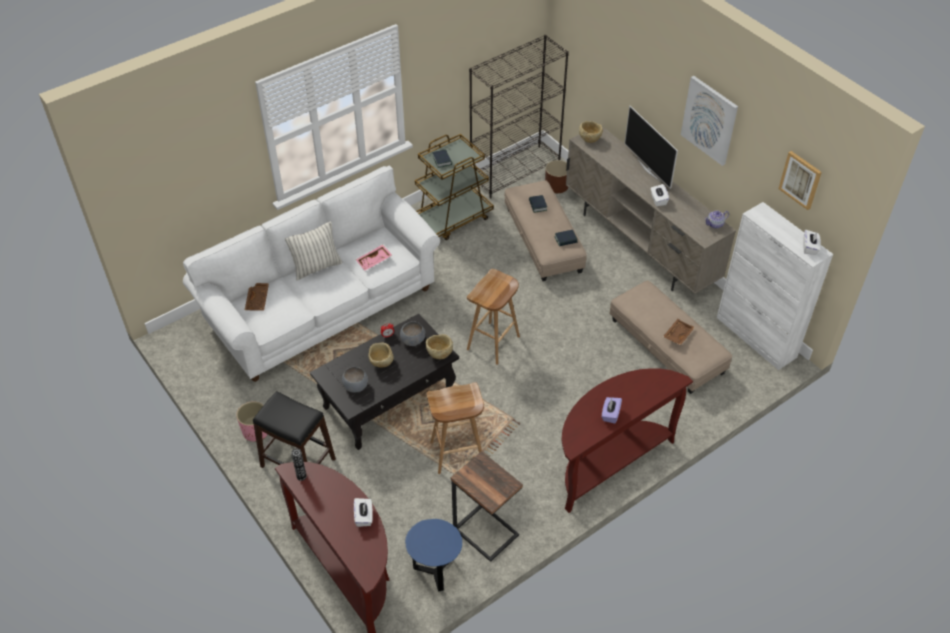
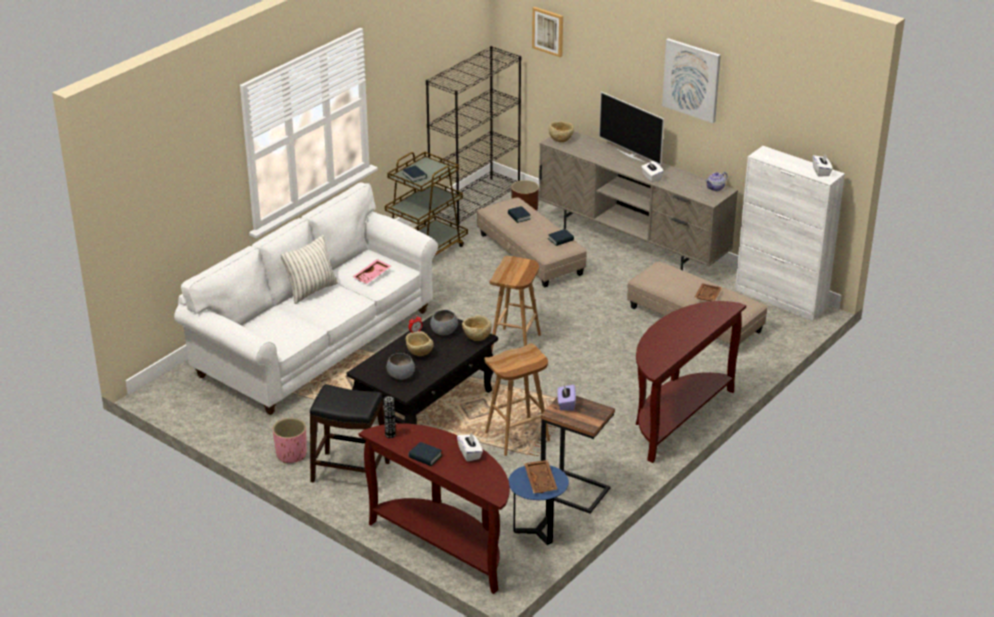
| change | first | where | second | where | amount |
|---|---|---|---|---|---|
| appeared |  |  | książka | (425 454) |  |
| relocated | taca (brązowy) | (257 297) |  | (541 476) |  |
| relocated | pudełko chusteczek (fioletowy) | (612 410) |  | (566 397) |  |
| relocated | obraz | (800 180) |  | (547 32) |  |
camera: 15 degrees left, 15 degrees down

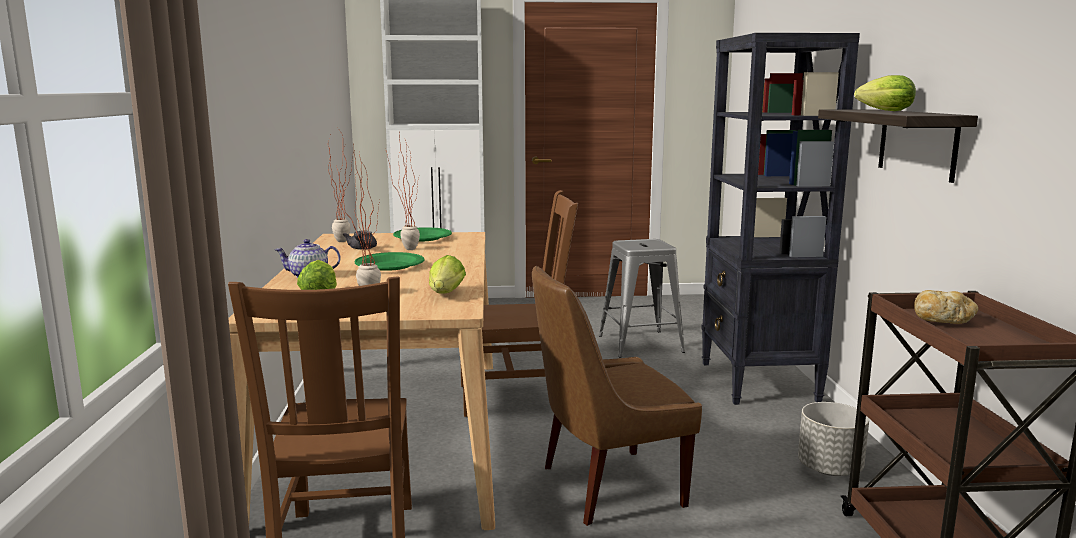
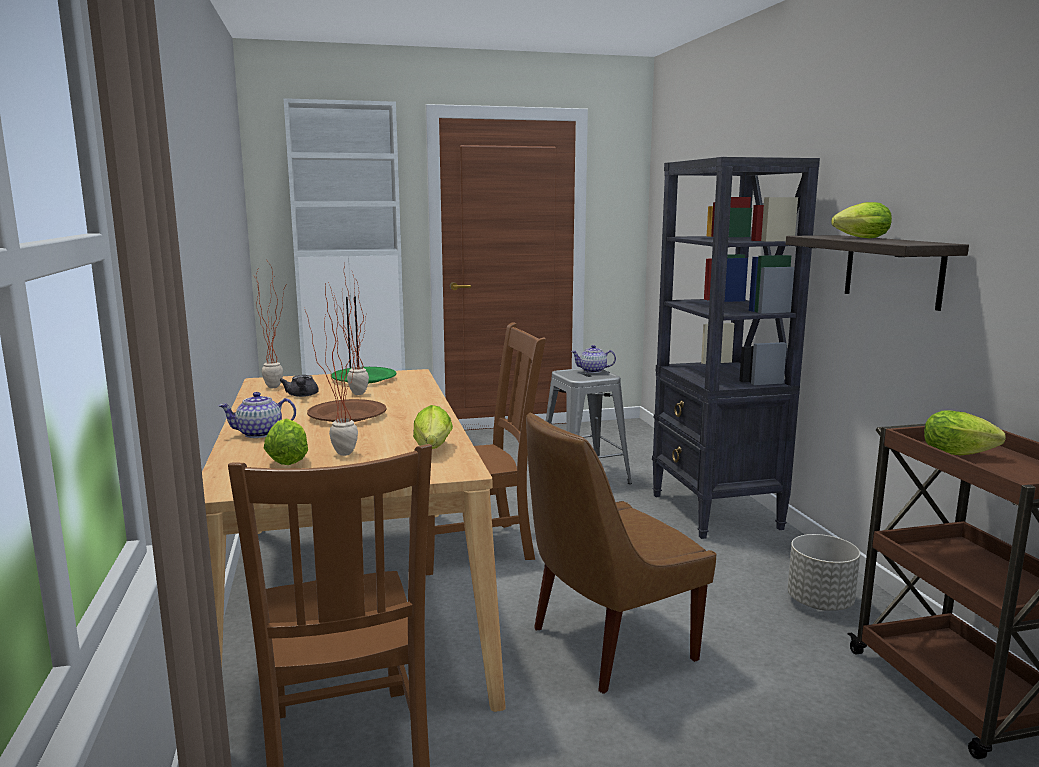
| change | first | where | second | where | amount |
|---|---|---|---|---|---|
| appeared |  |  | imbryk | (593 359) |  |
| exchanged | chleb | (946 307) | sałata | (965 432) |  |
| colour | talerz (zielony) | (390 261) | talerz (brązowy) | (346 410) |  |
camera: 10 degrees left, 0 degrees up

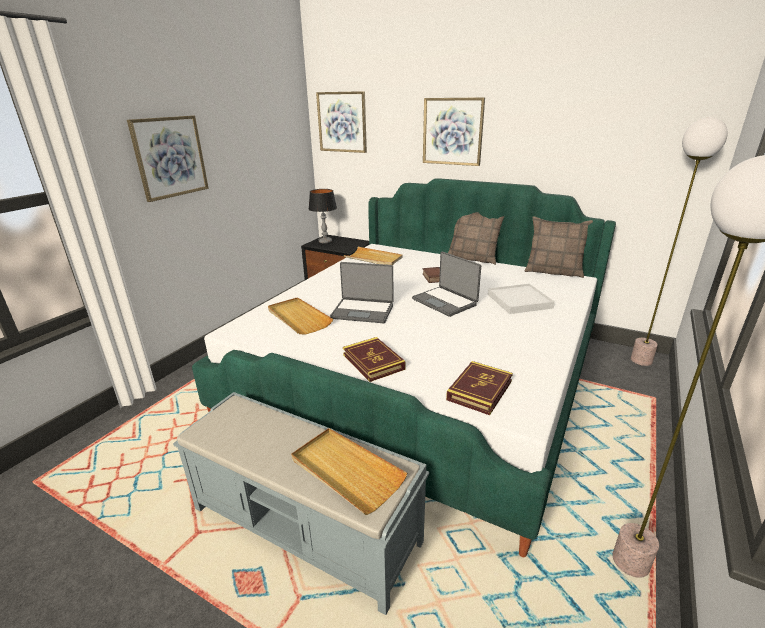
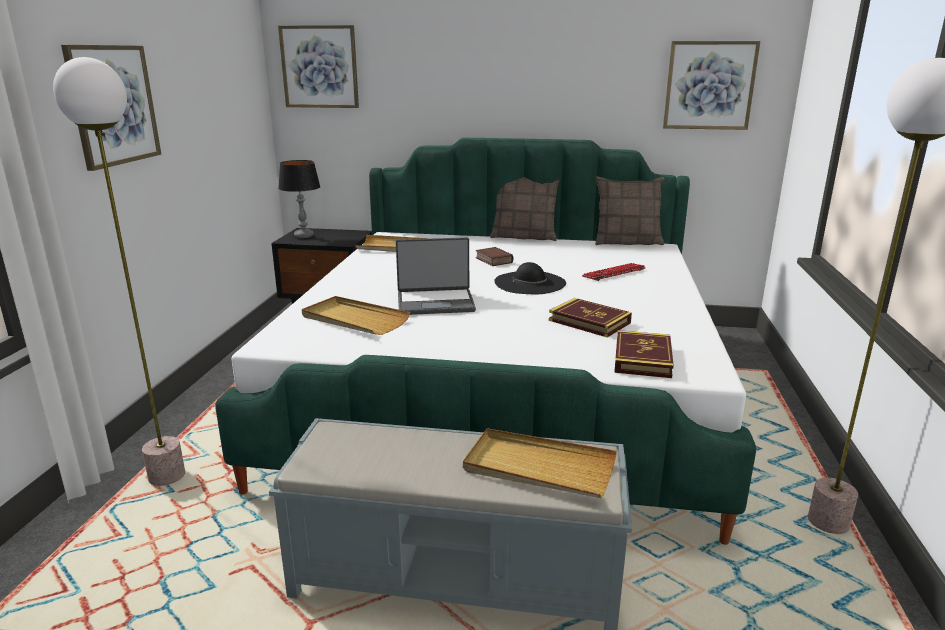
| change | first | where | second | where | amount |
|---|---|---|---|---|---|
| relocated | książka | (374 359) |  | (590 318) |  |
| relocated | obraz | (454 131) |  | (711 85) |  |
| relocated | lampa stojąca | (679 241) |  | (119 271) |  |
| exchanged | laptop | (446 284) | kapelusz (czarny) | (530 278) |  |
| exchanged | taca (biały) | (521 299) | klawiatura | (613 272) |  |
camera: 20 degrees left, 5 degrees down

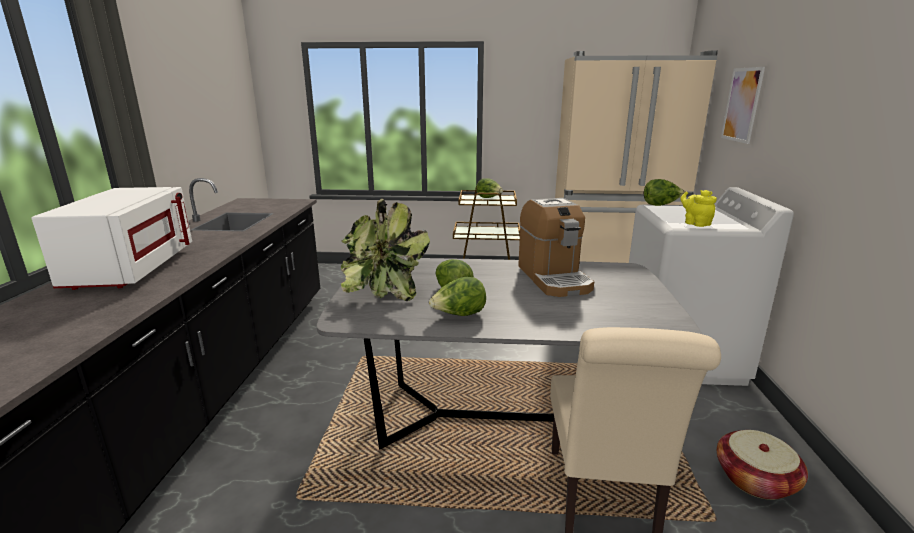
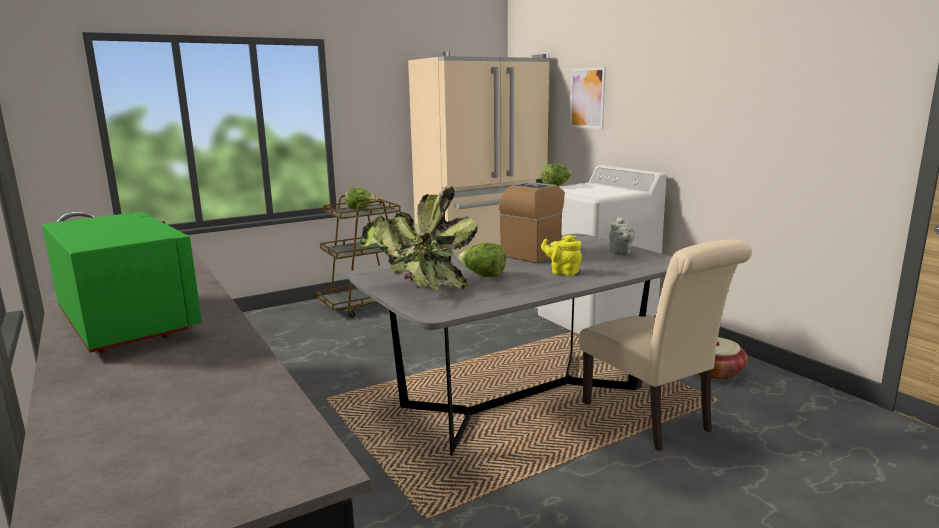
| change | first | where | second | where | amount |
|---|---|---|---|---|---|
| missing | sałata | (457 296) |  |  |  |
| appeared |  |  | imbryk (szary) | (622 236) |  |
| relocated | imbryk (żółty) | (698 208) |  | (561 255) |  |
| colour | mikrofalówka (biały) | (112 238) | mikrofalówka (zielony) | (122 283) |  |
| spun | ekspres do kawy | (556 247) |  | (531 222) | 90 degrees counterclockwise |
camera: 35 degrees left, 5 degrees down

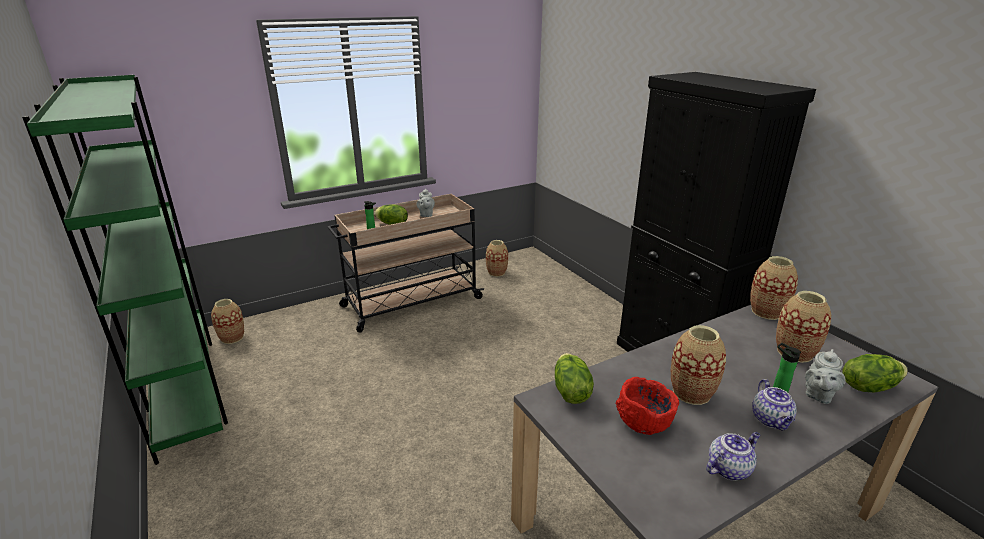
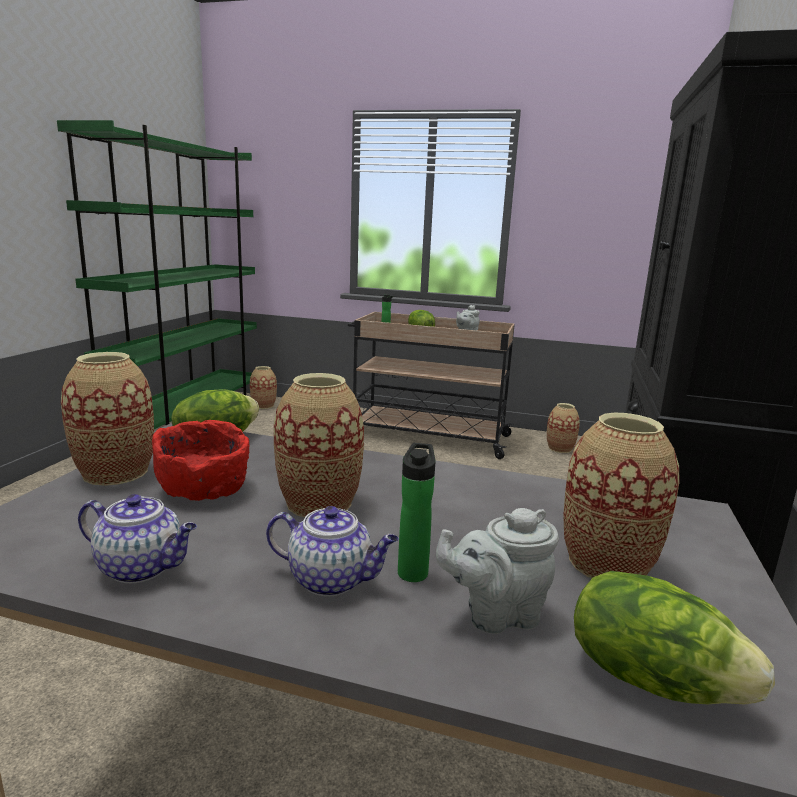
| change | first | where | second | where | amount |
|---|---|---|---|---|---|
| relocated | wazon | (774 288) |  | (107 419) |  |
| spun | imbryk | (774 404) |  | (332 551) | 120 degrees counterclockwise |
camera: 45 degrees right, 10 degrees down

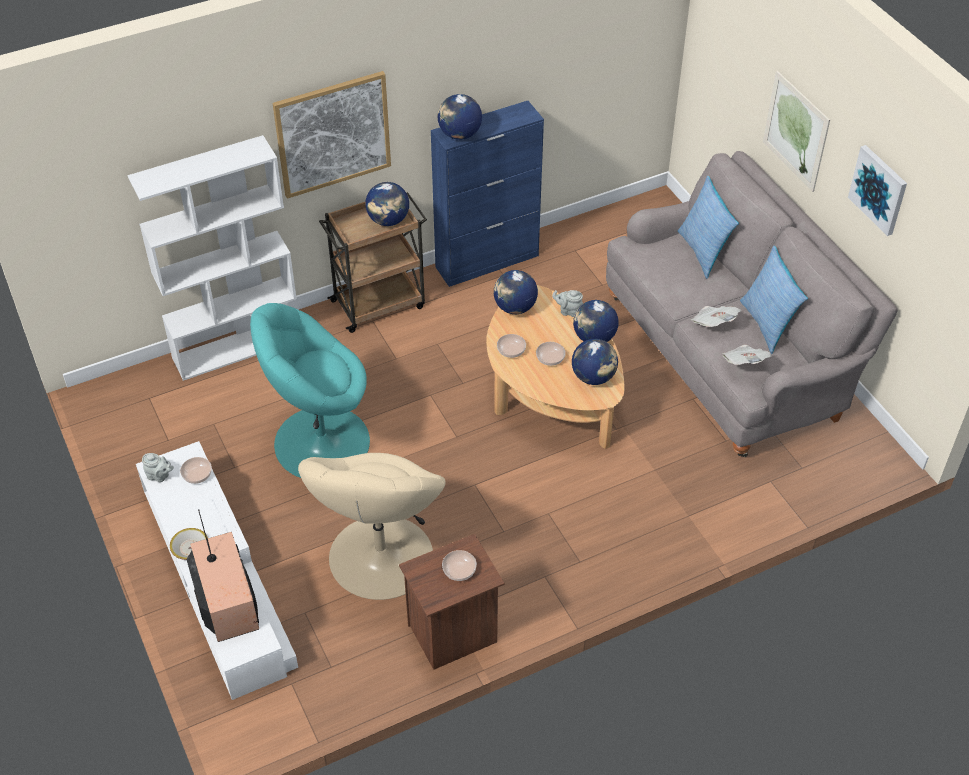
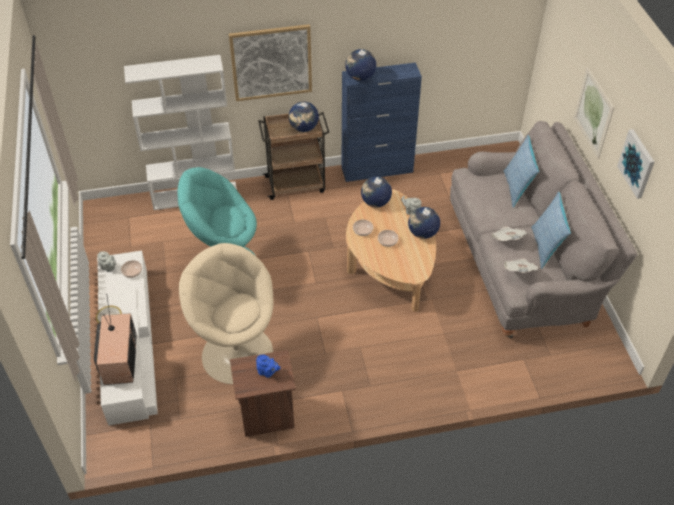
| change | first | where | second | where | amount |
|---|---|---|---|---|---|
| missing | globus | (595 362) |  |  |  |
| exchanged | miska | (459 565) | imbryk (niebieski) | (268 366) |  |
| spun | fotel (beżowy) | (372 526) |  | (226 313) | 105 degrees clockwise |
camera: 15 degrees right, 0 degrees up

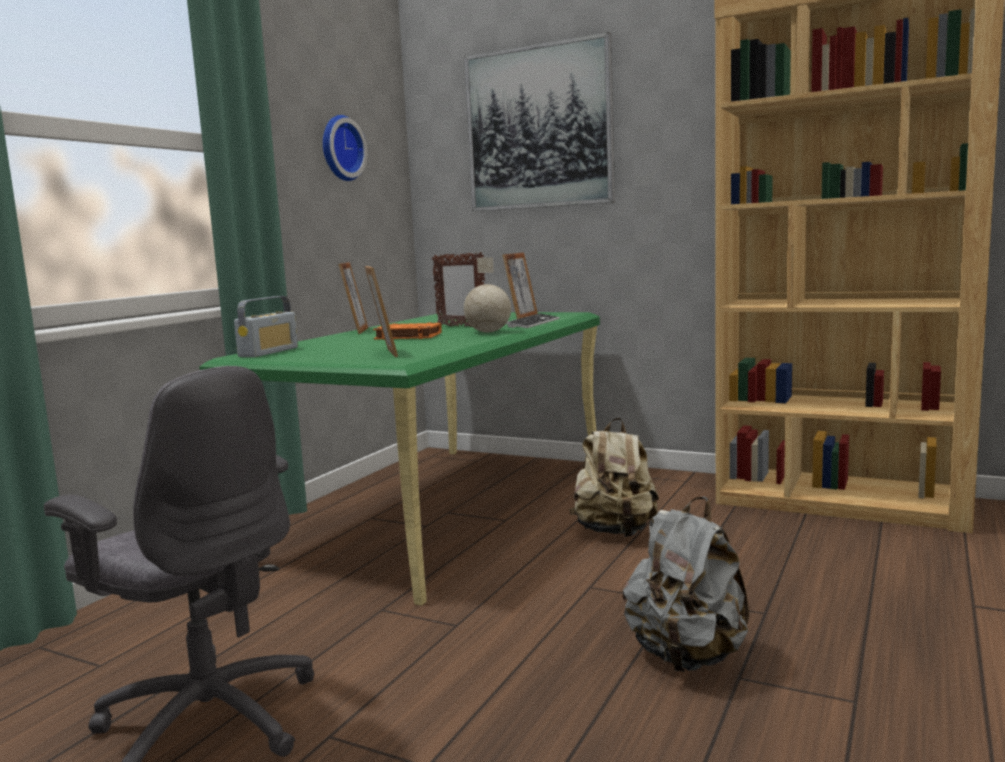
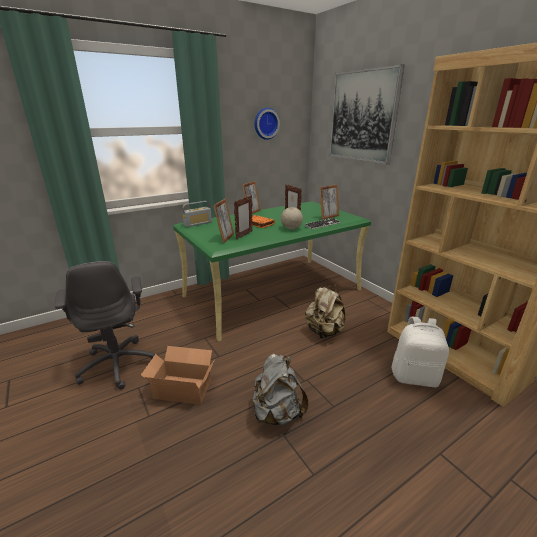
| change | first | where | second | where | amount |
|---|---|---|---|---|---|
| appeared |  |  | karton | (177 375) |  |
| appeared |  |  | ramka na zdjęcie | (243 217) |  |
| appeared |  |  | plecak (biały) | (420 352) |  |
camera: 30 degrees right, 15 degrees up

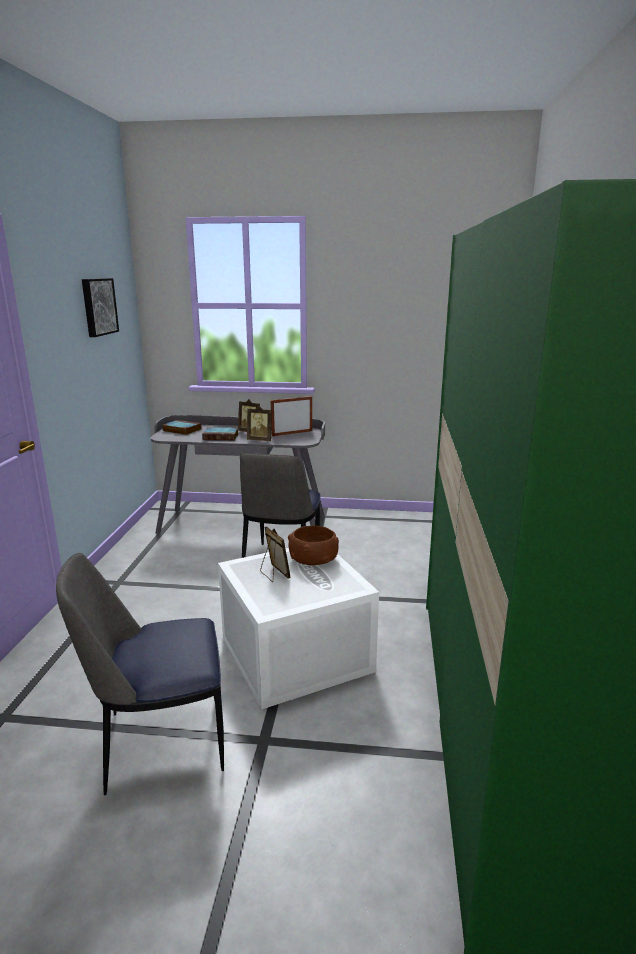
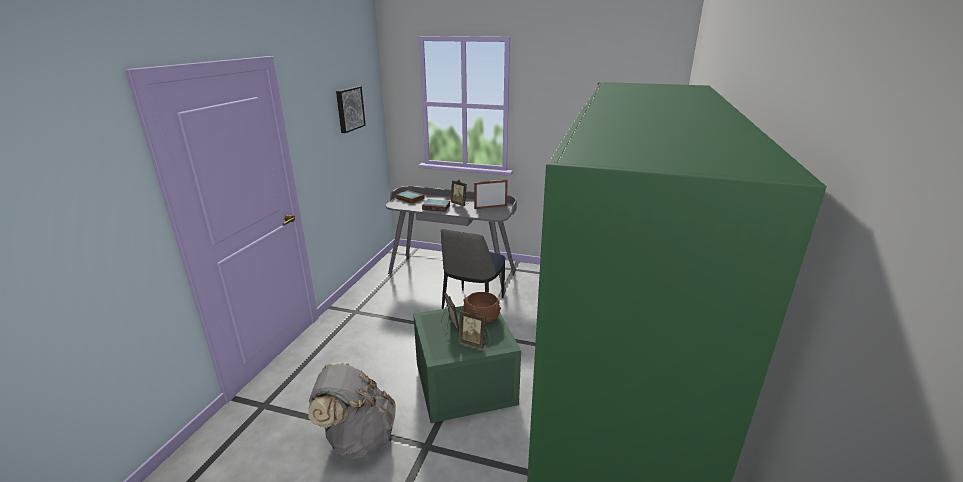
| change | first | where | second | where | amount |
|---|---|---|---|---|---|
| relocated | ramka na zdjęcie | (259 423) |  | (472 330) |  |
| exchanged | krzesło | (140 674) | plecak (szary) | (352 411) |  |
| colour | pojemnik do przechowywania (biały) | (298 628) | pojemnik do przechowywania (zielony) | (467 364) |  |
camera: 10 degrees right, 5 degrees up

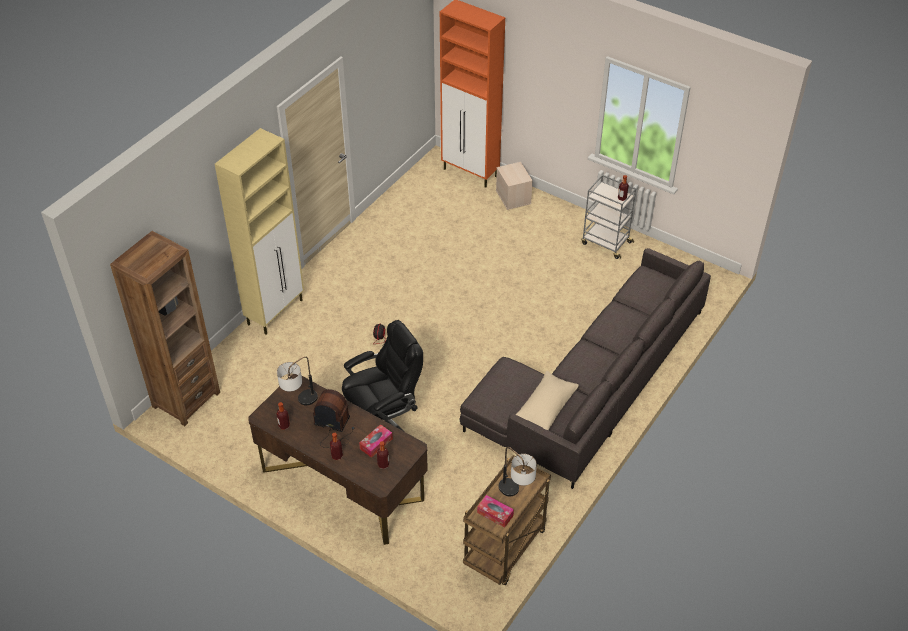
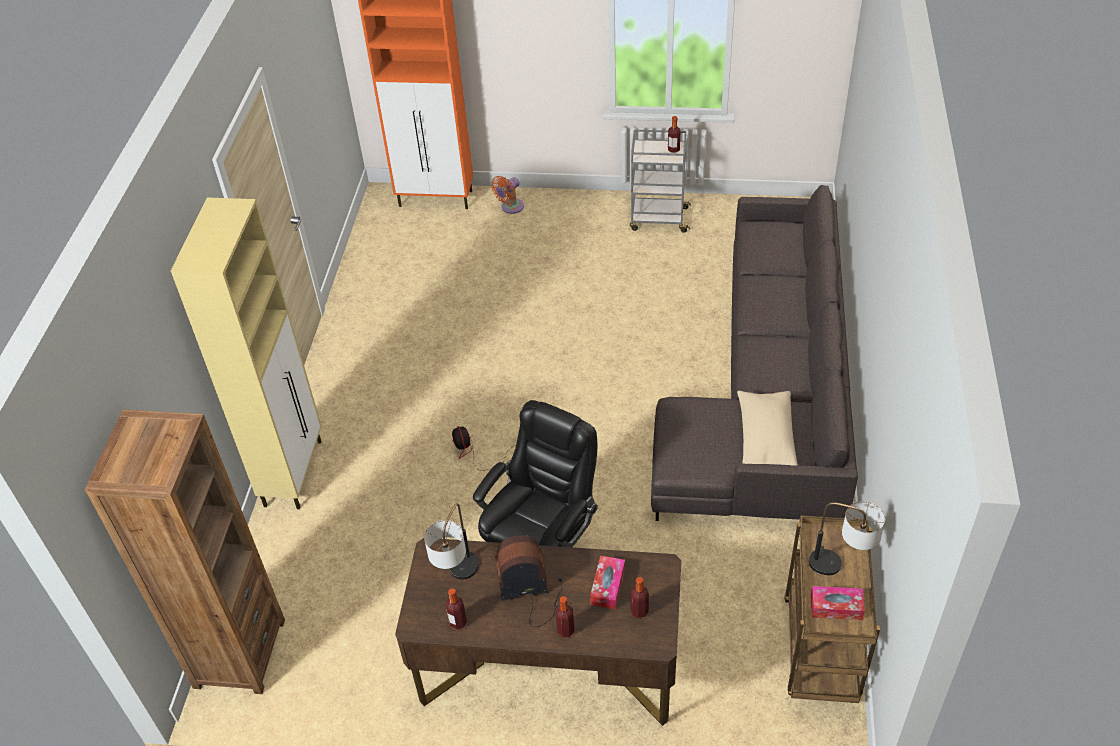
| change | first | where | second | where | amount |
|---|---|---|---|---|---|
| exchanged | pojemnik do przechowywania (beżowy) | (514 186) | wentylator (pomarańczowy) | (507 195) |  |
camera: 25 degrees left, 0 degrees up

